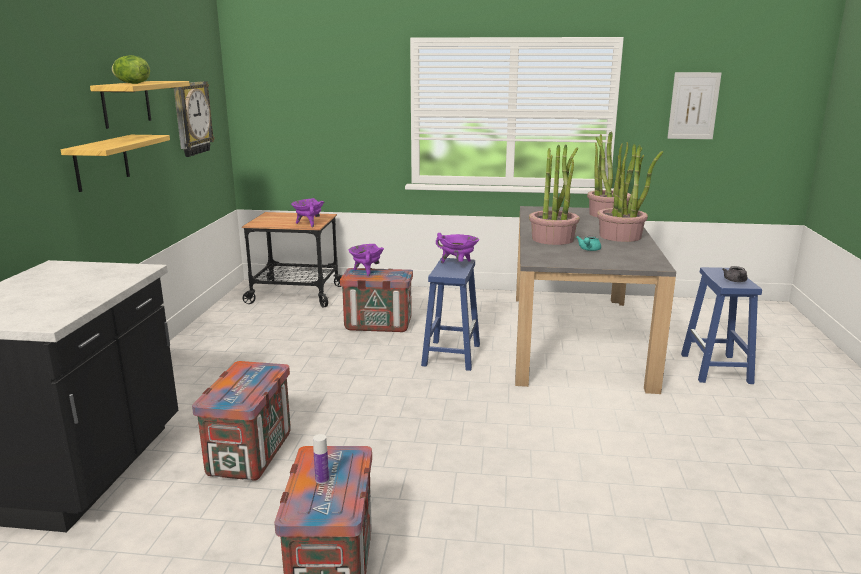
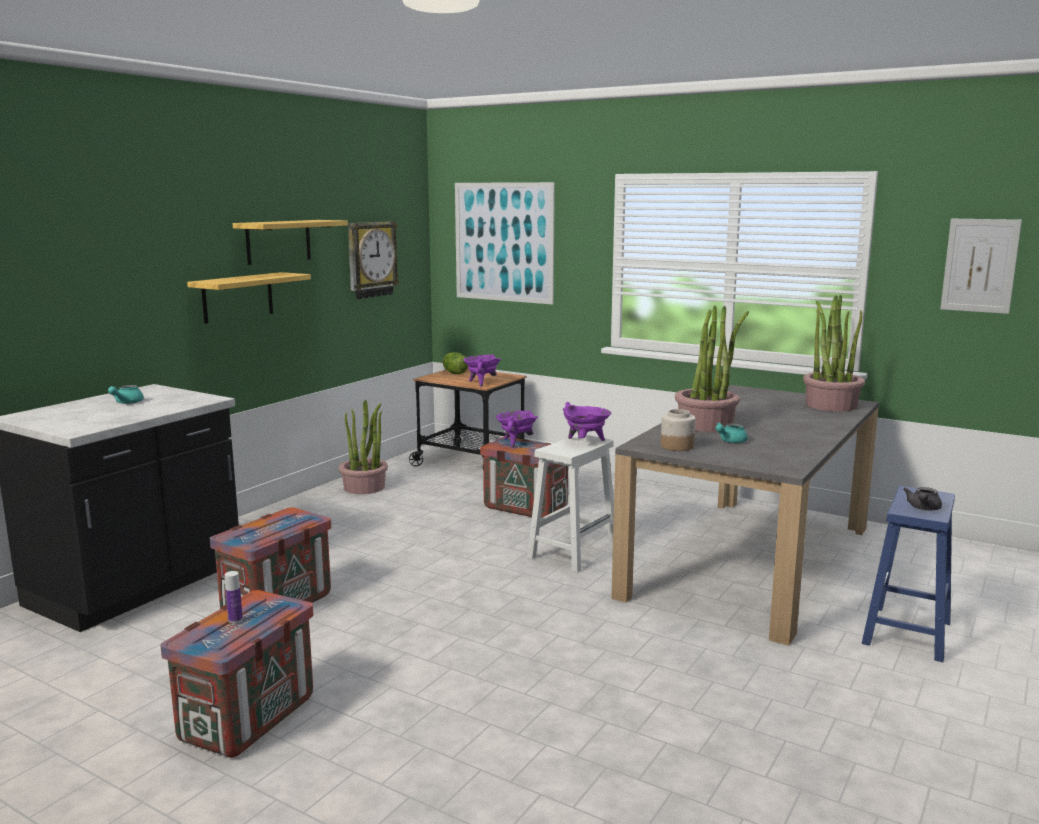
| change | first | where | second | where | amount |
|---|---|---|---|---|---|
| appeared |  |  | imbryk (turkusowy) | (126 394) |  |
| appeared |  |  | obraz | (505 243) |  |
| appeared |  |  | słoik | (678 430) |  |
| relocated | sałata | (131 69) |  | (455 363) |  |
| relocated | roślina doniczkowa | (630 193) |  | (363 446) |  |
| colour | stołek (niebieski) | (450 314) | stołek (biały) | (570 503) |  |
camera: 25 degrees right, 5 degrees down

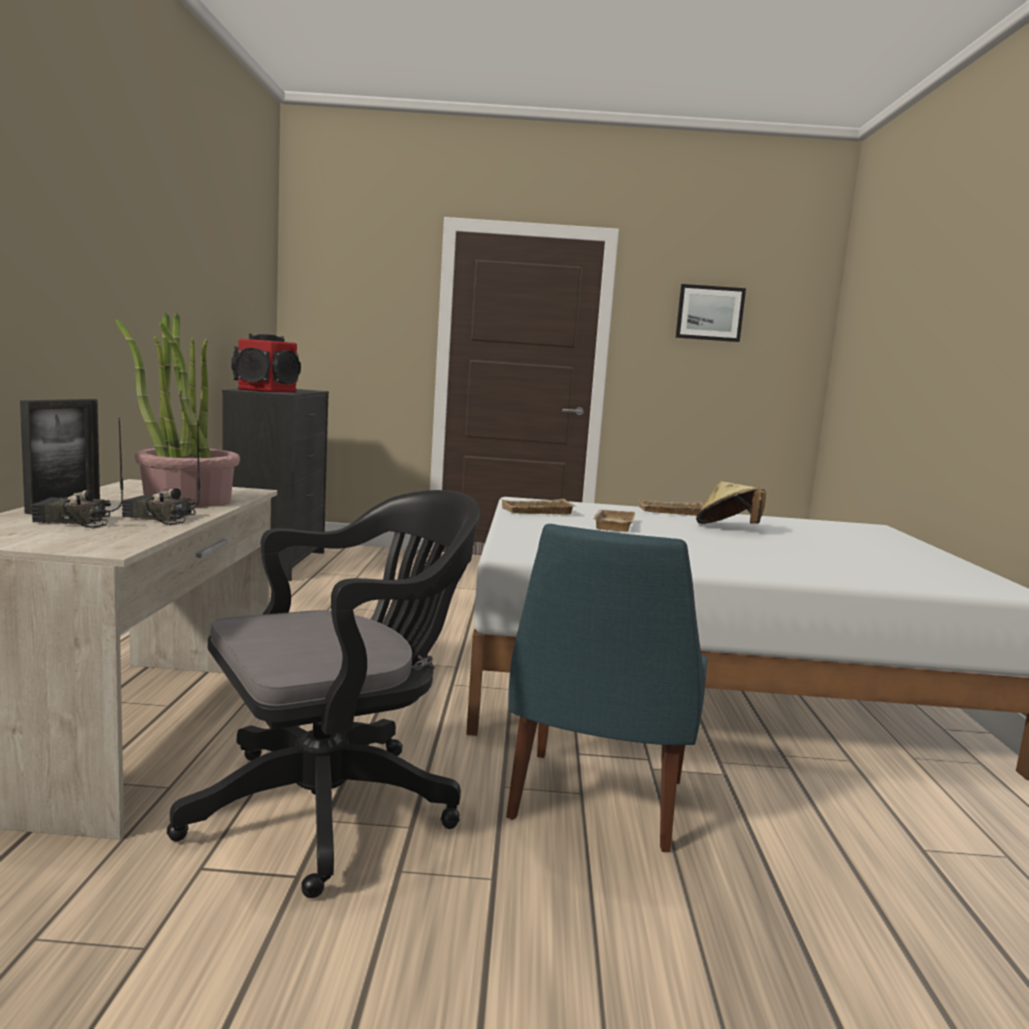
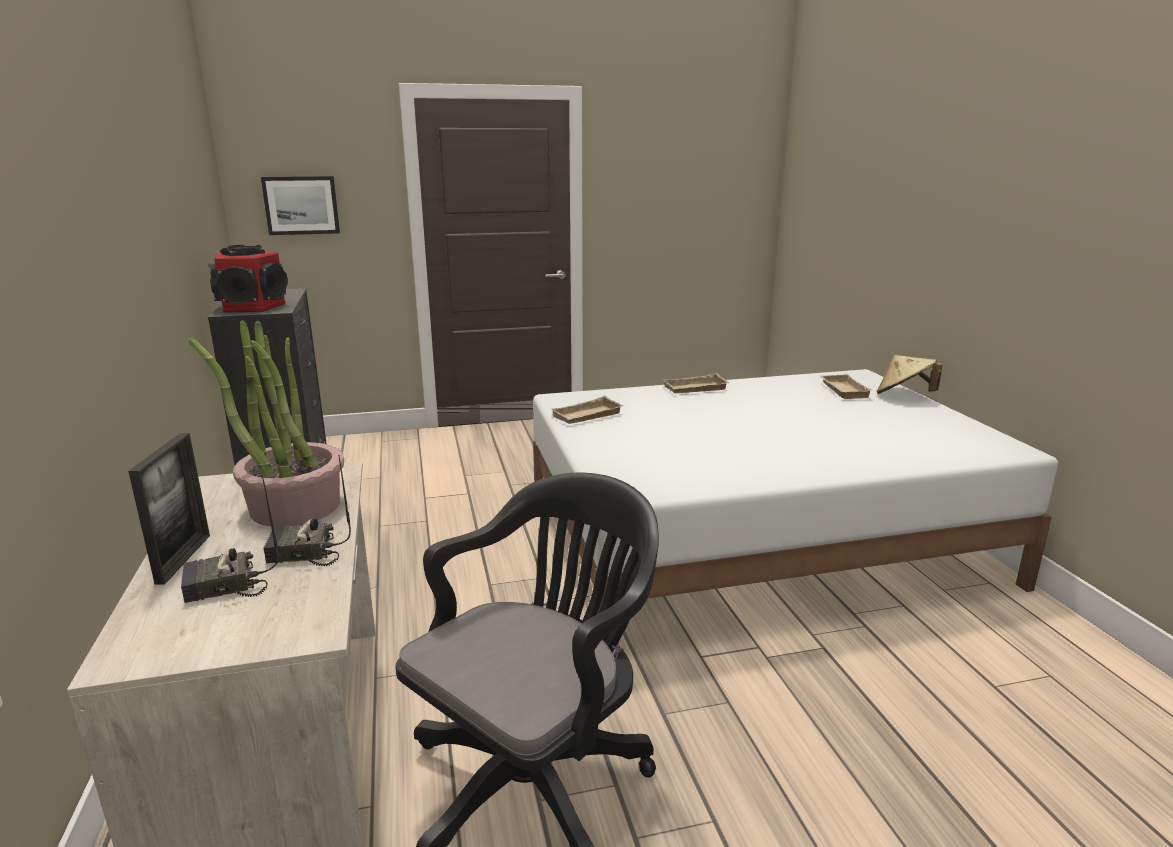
| change | first | where | second | where | amount |
|---|---|---|---|---|---|
| missing | krzesło (niebieski) | (607 688) |  |  |  |
| relocated | taca (beżowy) | (614 521) |  | (845 386) |  |
| relocated | obraz | (711 313) |  | (300 205) |  |
| relocated | kapelusz (beżowy) | (731 502) |  | (910 374) |  |
camera: 15 degrees left, 10 degrees up

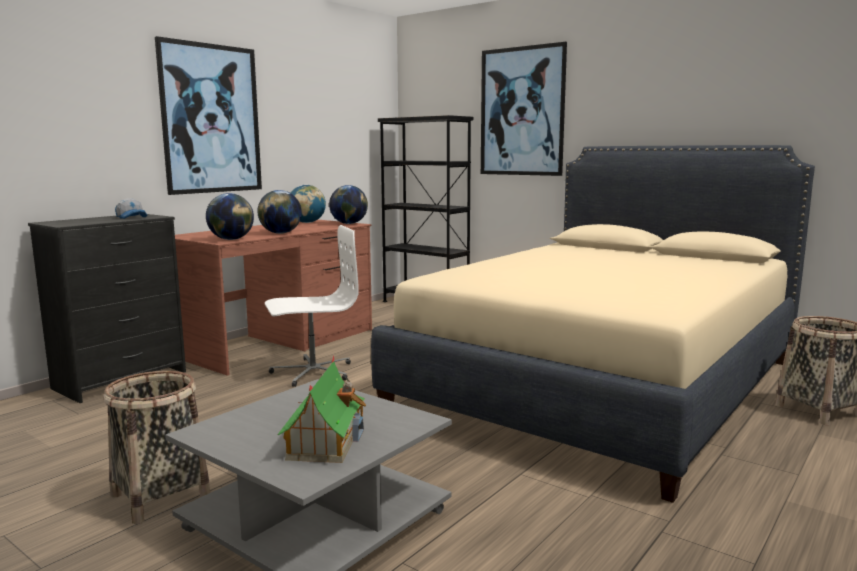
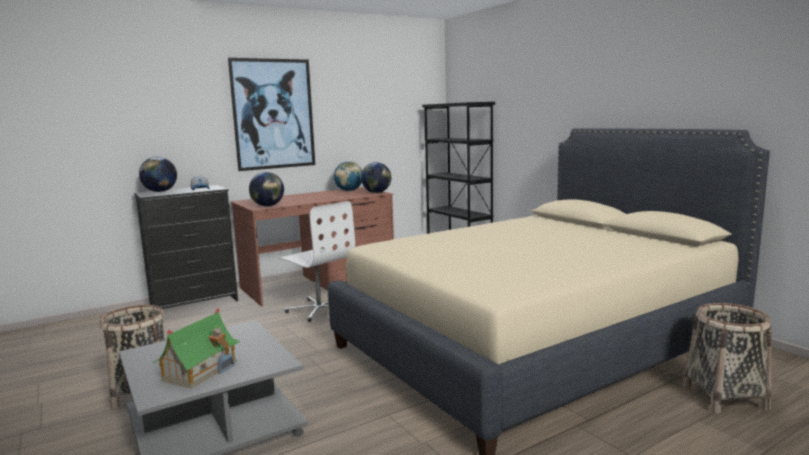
| change | first | where | second | where | amount |
|---|---|---|---|---|---|
| missing | obraz | (524 109) |  |  |  |
| relocated | globus | (279 212) |  | (158 174) |  |
| spun | krzesło biurowe (biały) | (312 306) |  | (317 261) | 45 degrees clockwise |
camera: 20 degrees right, 0 degrees up

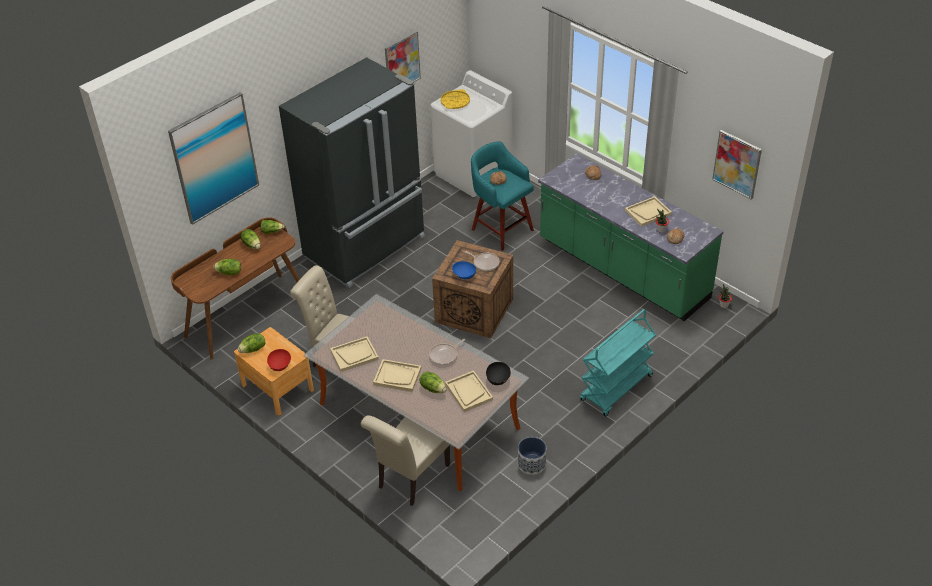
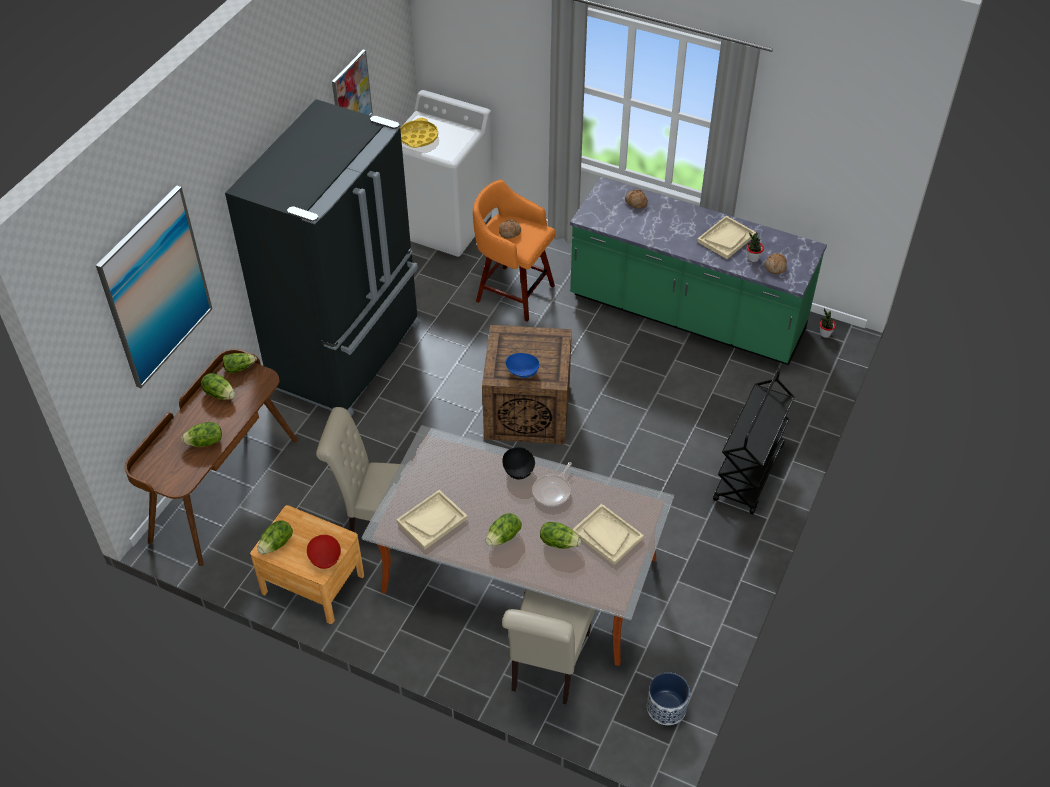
| change | first | where | second | where | amount |
|---|---|---|---|---|---|
| missing | patelnia | (482 261) |  |  |  |
| missing | obraz | (737 165) |  |  |  |
| relocated | miska (czarny) | (498 373) |  | (518 463) |  |
| relocated | donica | (532 456) |  | (668 698) |  |
| exchanged | taca (beżowy) | (397 375) | sałata | (504 529) |  |
| colour | stołek (turkusowy) | (502 196) | stołek (pomarańczowy) | (514 251) |  |
| colour | wózek (turkusowy) | (618 362) | wózek (czarny) | (753 442) |  |
camera: 20 degrees left, 5 degrees up

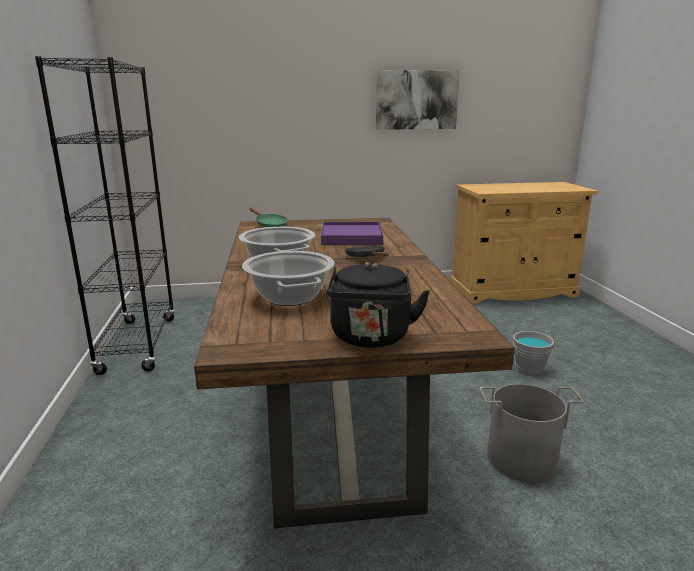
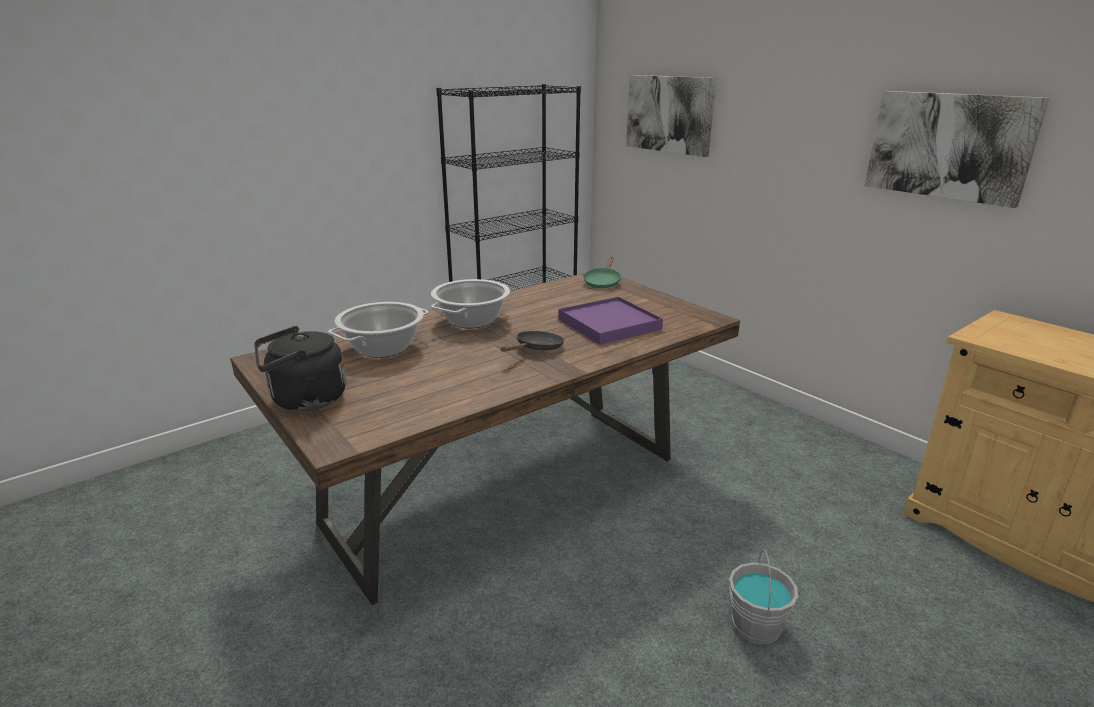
| change | first | where | second | where | amount |
|---|---|---|---|---|---|
| missing | wiadro (szary) | (532 433) |  |  |  |
| appeared |  |  | obraz | (671 116) |  |
camera: 60 degrees right, 5 degrees up

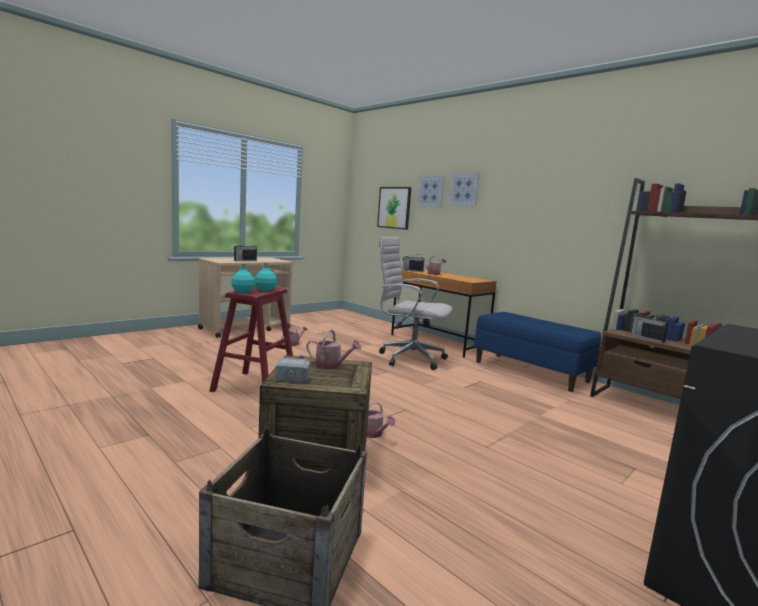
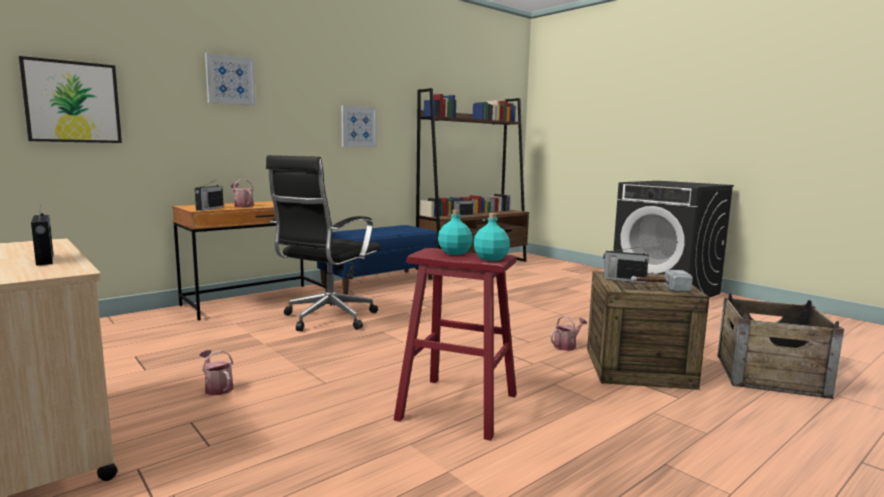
| change | first | where | second | where | amount |
|---|---|---|---|---|---|
| relocated | obraz | (431 191) |  | (359 126) |  |
| exchanged | konewka | (333 349) | radio | (626 265) |  |
| colour | krzesło biurowe (biały) | (416 303) | krzesło biurowe (czarny) | (323 243) |  |
camera: 85 degrees left, 0 degrees up

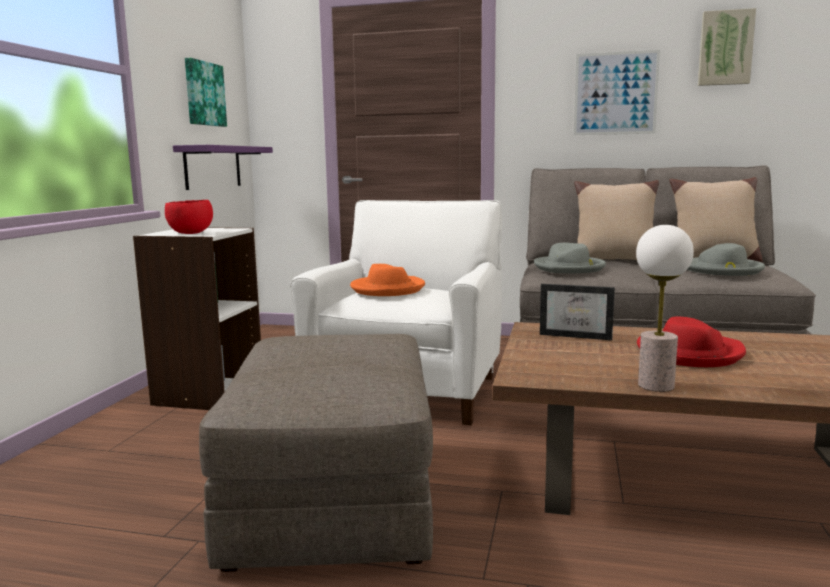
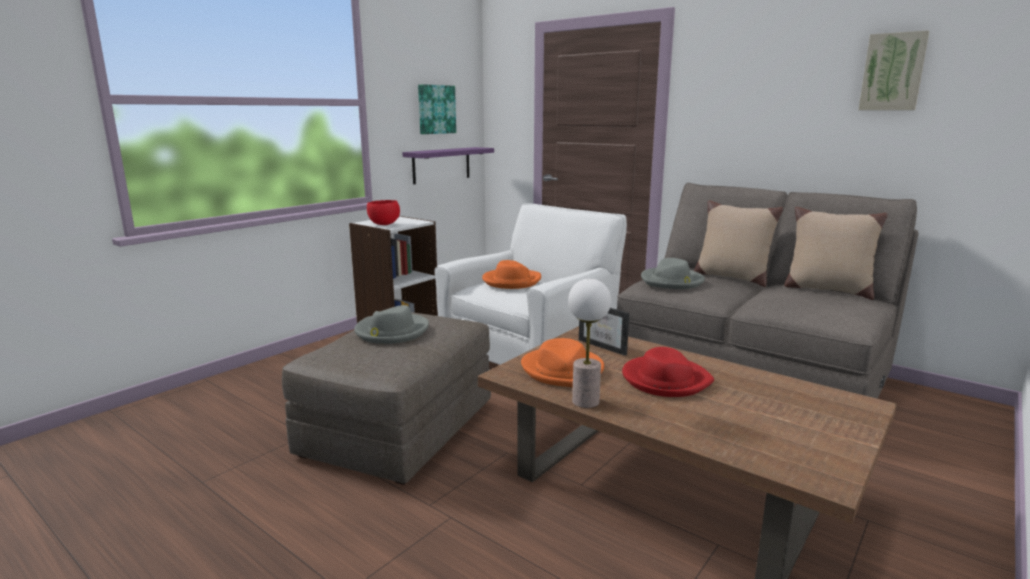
| change | first | where | second | where | amount |
|---|---|---|---|---|---|
| missing | obraz | (617 92) |  |  |  |
| appeared |  |  | kapelusz (pomarańczowy) | (562 362) |  |
| relocated | kapelusz (szary) | (726 259) |  | (391 324) |  |
camera: 25 degrees right, 5 degrees up

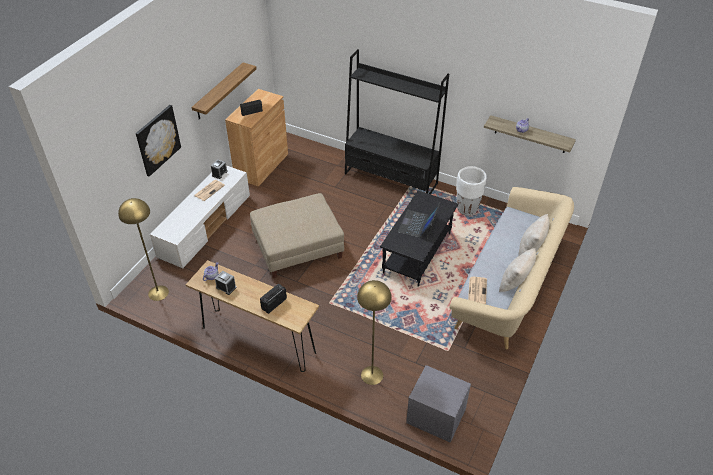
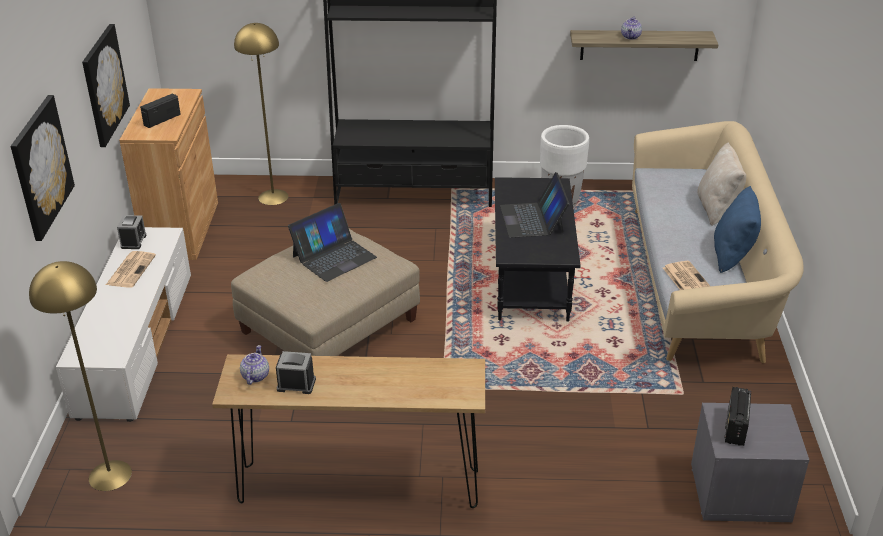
| change | first | where | second | where | amount |
|---|---|---|---|---|---|
| appeared |  |  | laptop | (332 242) |  |
| relocated | radio | (273 299) |  | (737 416) |  |
| relocated | lampa stojąca (żółty) | (374 332) |  | (261 114) |  |
| exchanged | półka | (224 91) | obraz | (106 85) |  |
| colour | poduszka (beżowy) | (517 270) | poduszka (niebieski) | (737 229) |  |
camera: 25 degrees left, 10 degrees down

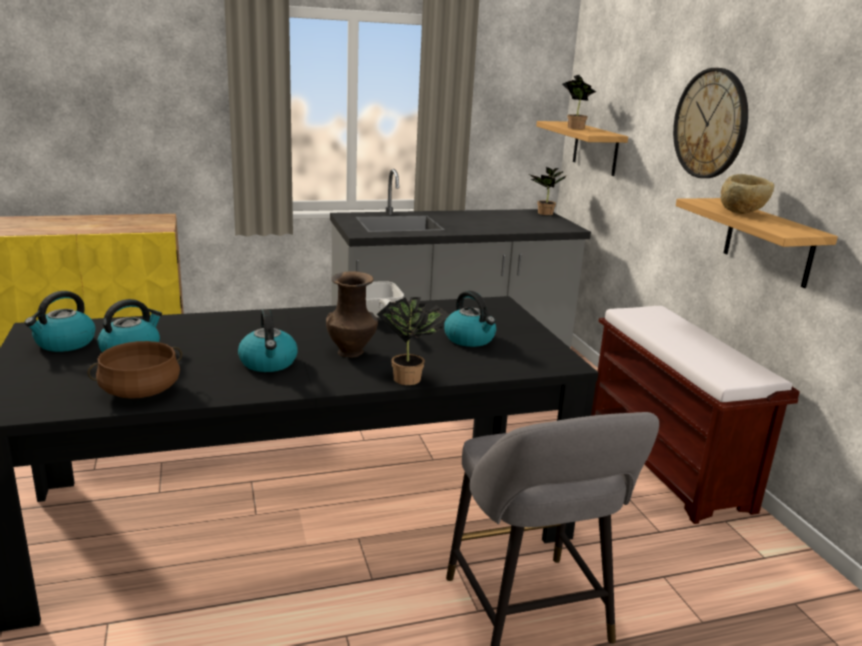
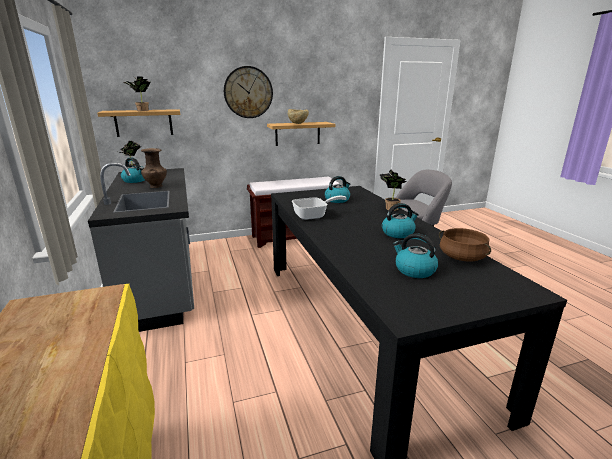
| change | first | where | second | where | amount |
|---|---|---|---|---|---|
| relocated | czajnik | (59 321) |  | (133 170) |  |
| relocated | wazon (brązowy) | (352 314) |  | (154 168) |  |
camera: 90 degrees left, 0 degrees up

